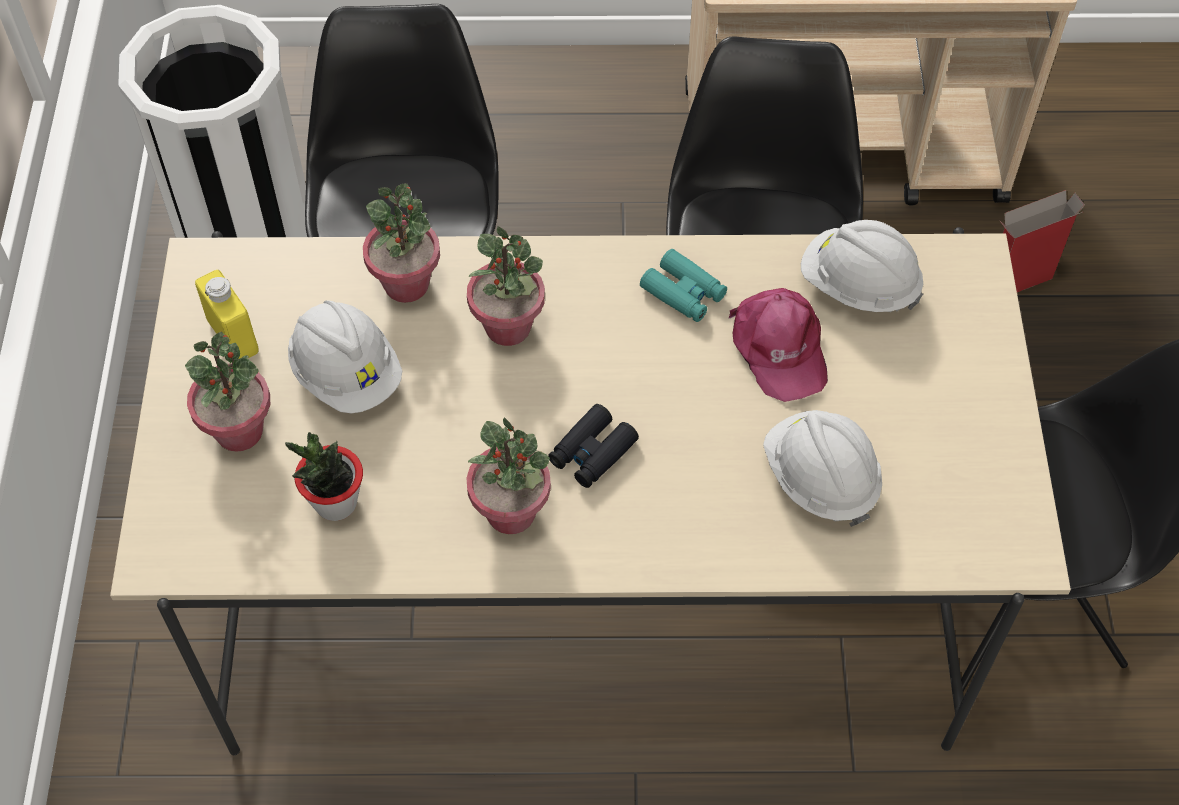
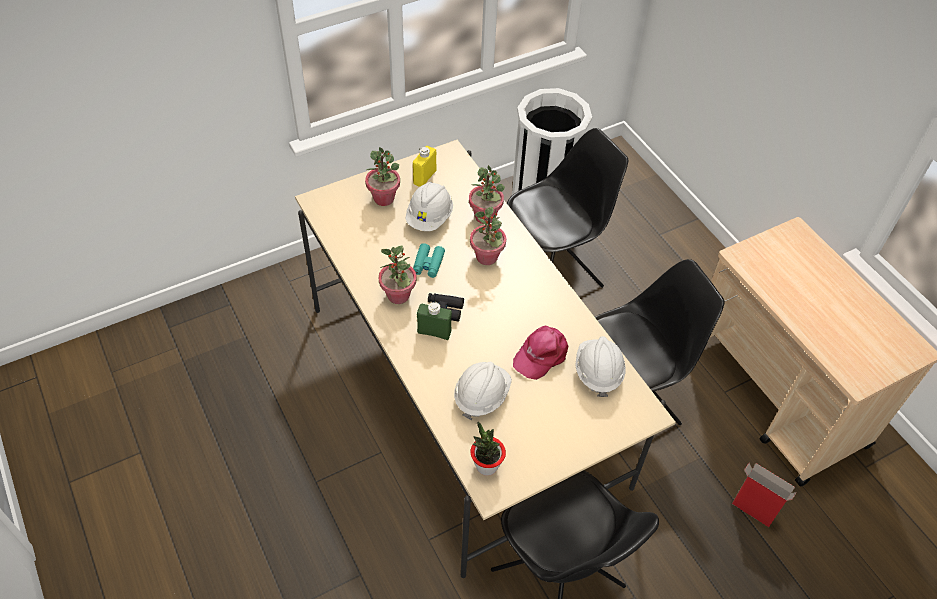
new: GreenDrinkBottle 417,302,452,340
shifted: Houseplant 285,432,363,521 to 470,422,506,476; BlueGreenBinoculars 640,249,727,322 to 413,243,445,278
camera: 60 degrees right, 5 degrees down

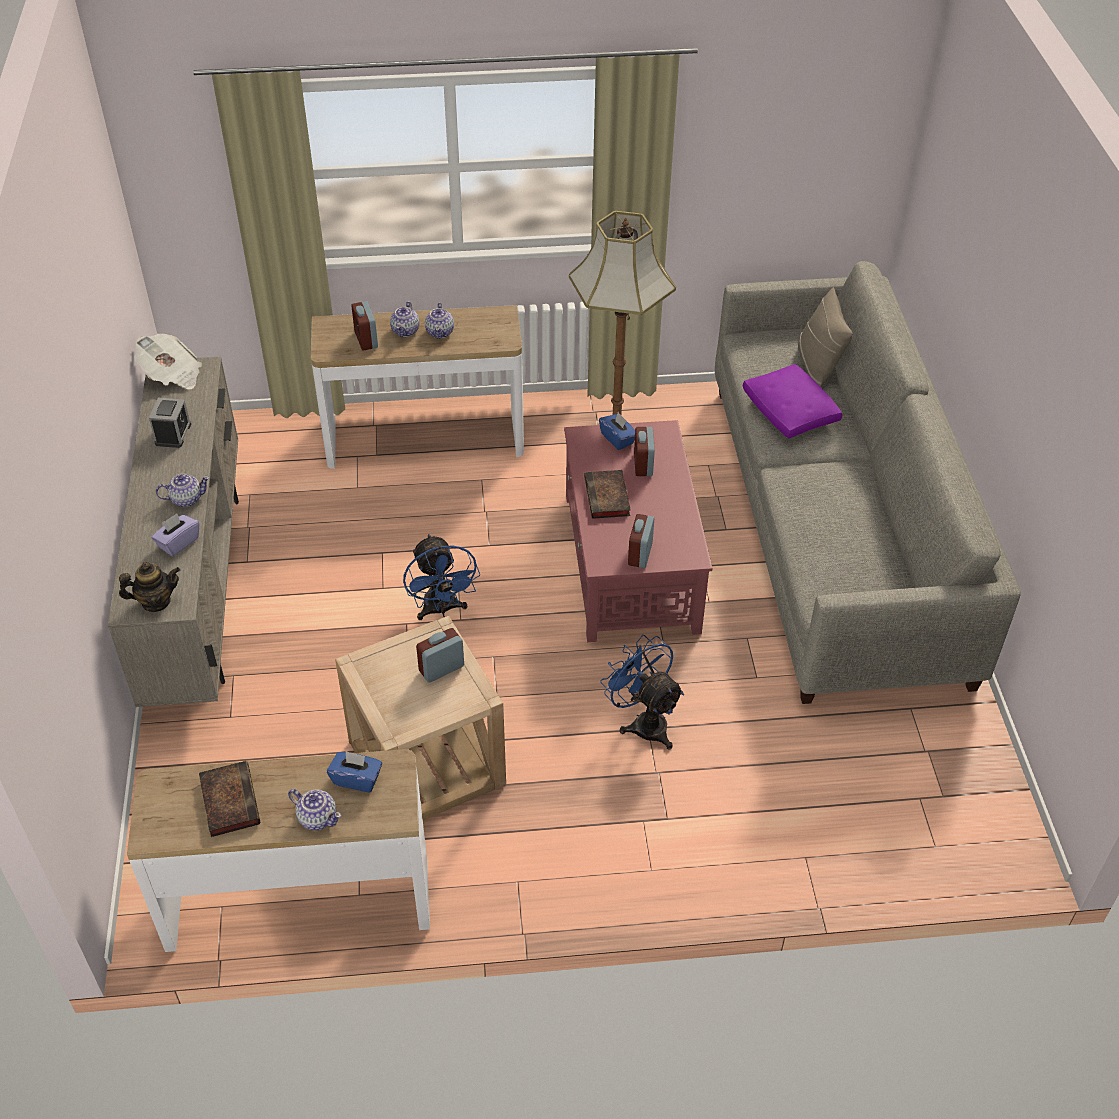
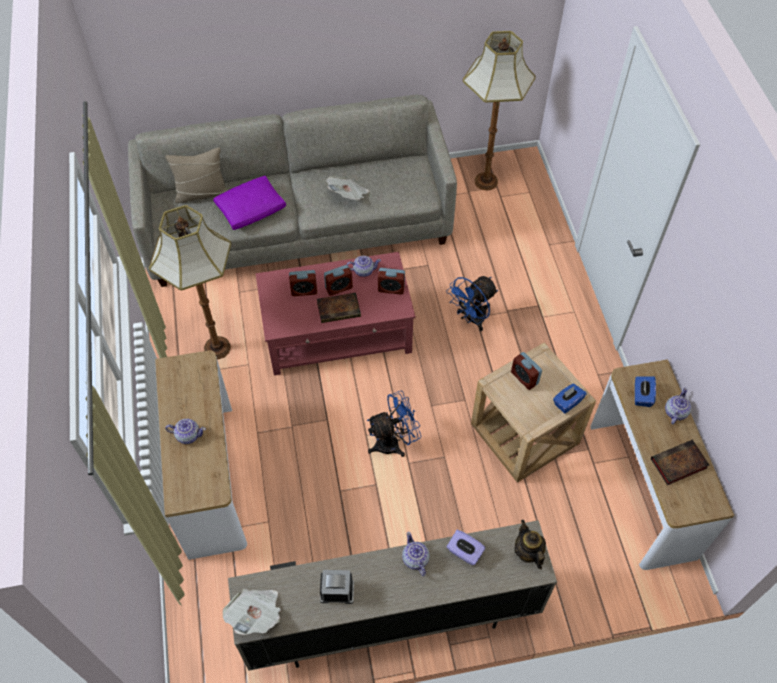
new: PrintedPaper 326,176,369,201; StandardLamp 463,31,536,190
shifted: AlarmClock 351,301,378,351 to 324,265,353,296; PotForTea 425,303,454,339 to 346,256,381,277; BlueColouredBoxOfTissues 599,412,635,450 to 553,383,587,414
camera: 95 degrees left, 10 degrees up

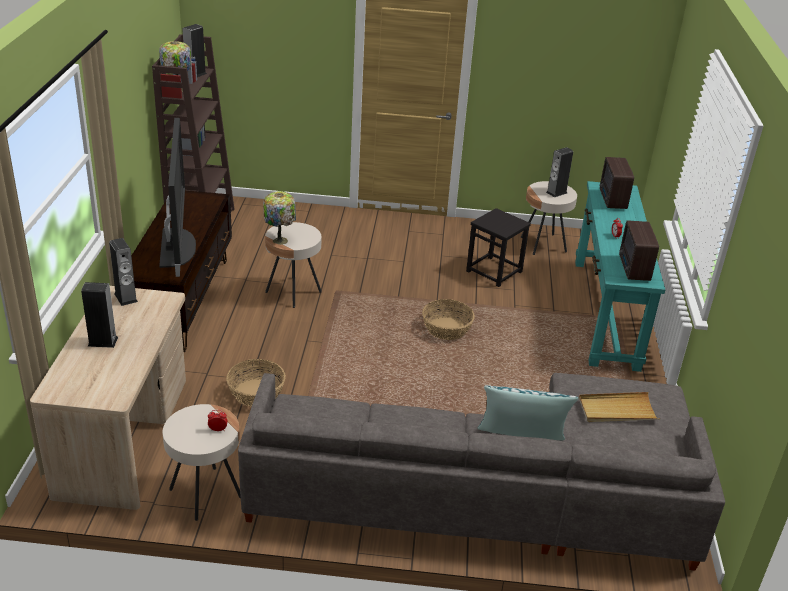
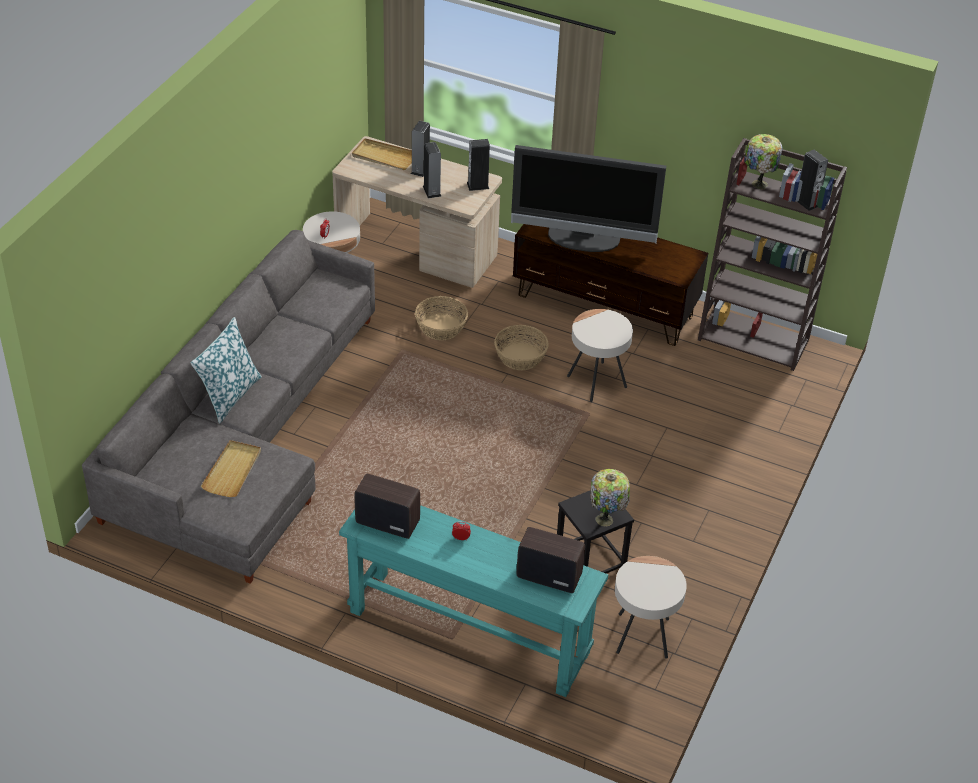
new: BeigeColouredServingTray 352,138,412,170
shifted: LampForATable 263,191,296,245 to 590,469,630,526; HouseholdBasket 422,299,475,340 to 494,325,549,370; Speaker 546,147,573,197 to 423,142,442,198
camera: 110 degrees right, 10 degrees up

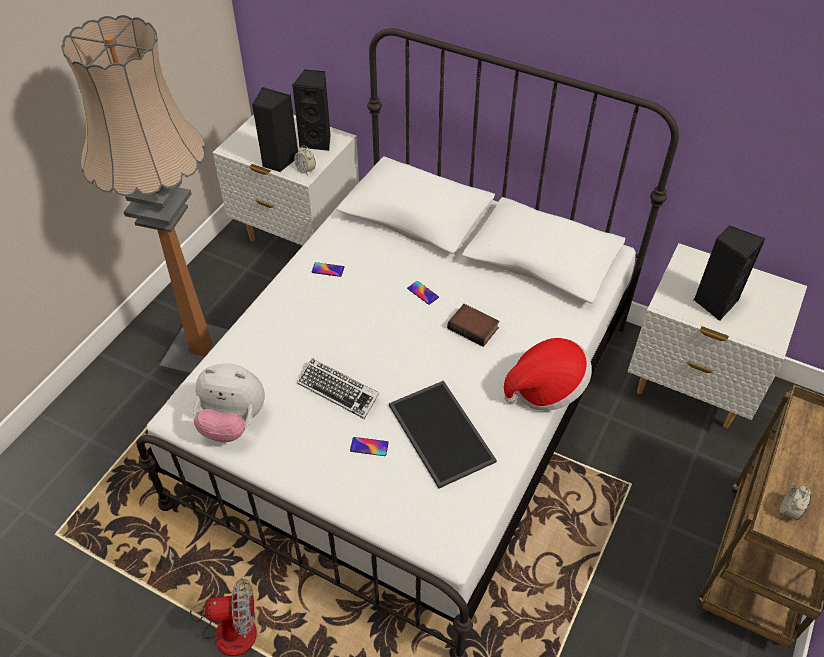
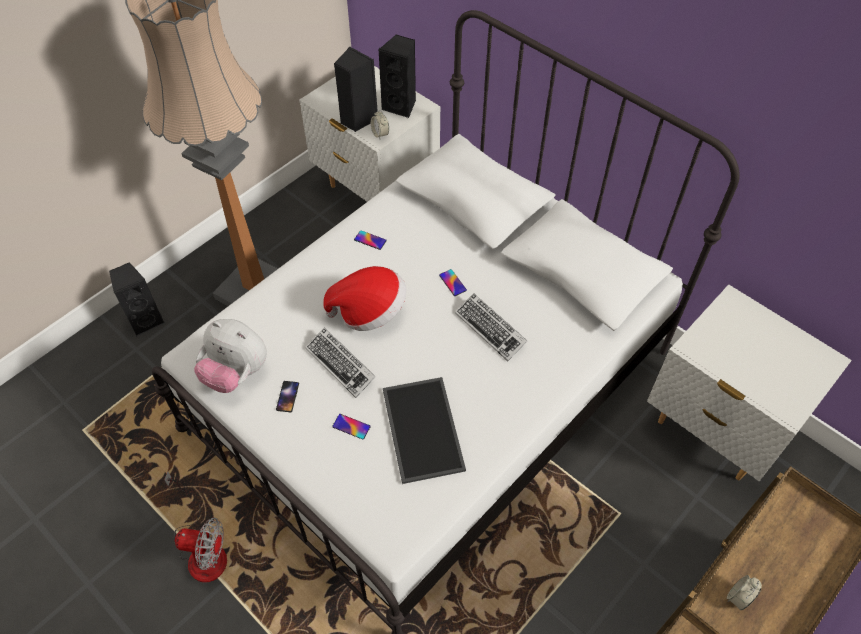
new: Phone 276,381,299,412
shifted: Hat 504,338,592,410 to 324,266,406,331; BlackColouredSpeaker 694,226,765,321 to 109,262,165,336
swapped: BoundBook 447,304,499,347 to Keyboard 455,293,527,361
camera: 15 degrees right, 5 degrees up

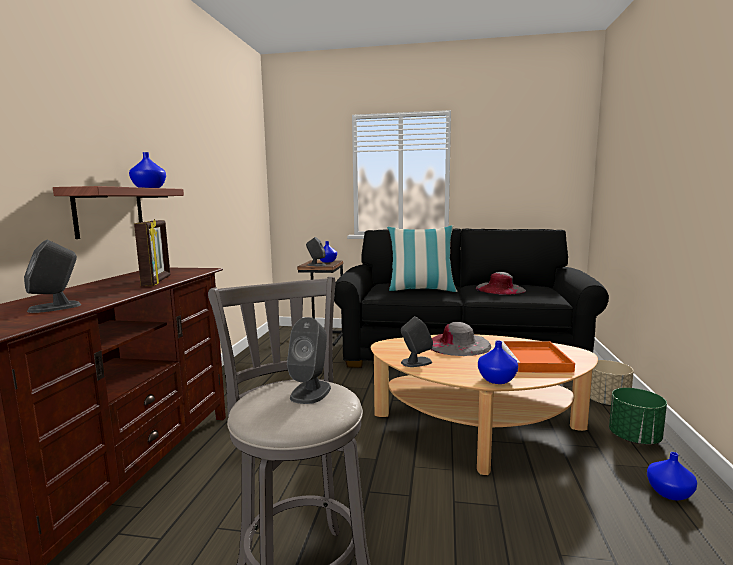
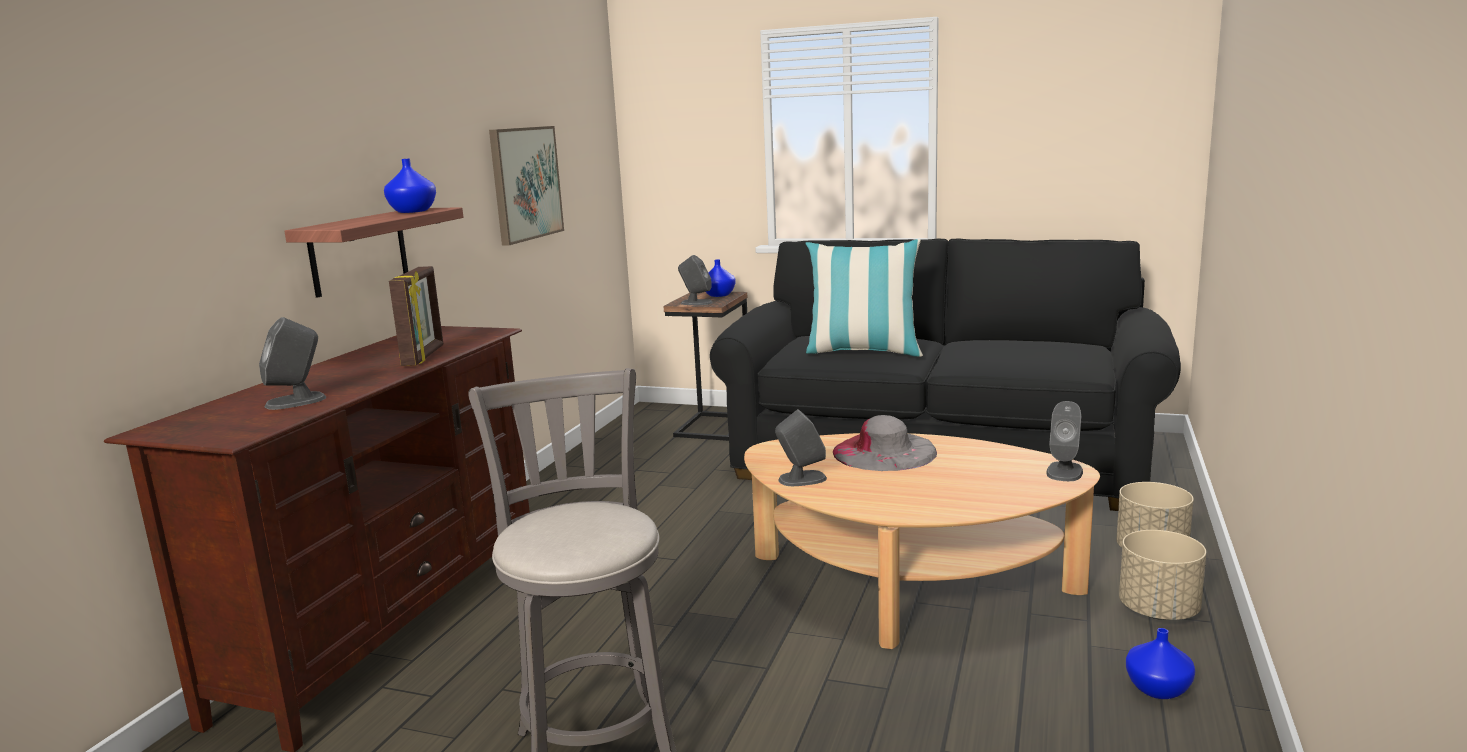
gone: GreyHat 476,272,526,295; BlueColouredVase 478,340,518,384; OrangeyServingTray 502,341,575,373
new: Picture 489,126,564,245
shifted: GreySpeaker 287,317,331,404 to 1046,401,1083,481
repainted: GreenPlantPot 609,388,667,444 to BeigeColouredPlantPot 1119,530,1206,620
camera: 10 degrees right, 5 degrees up

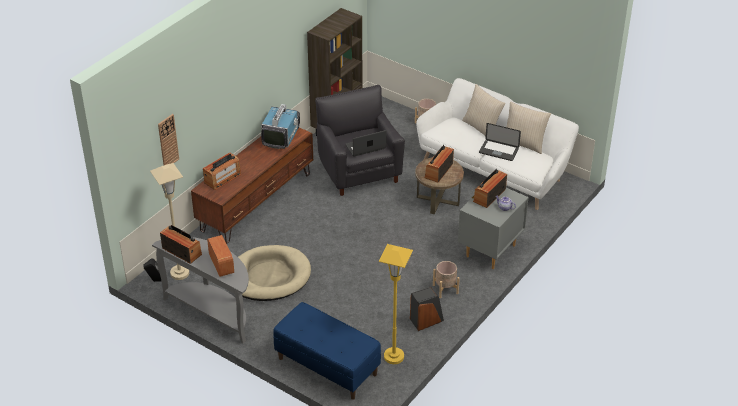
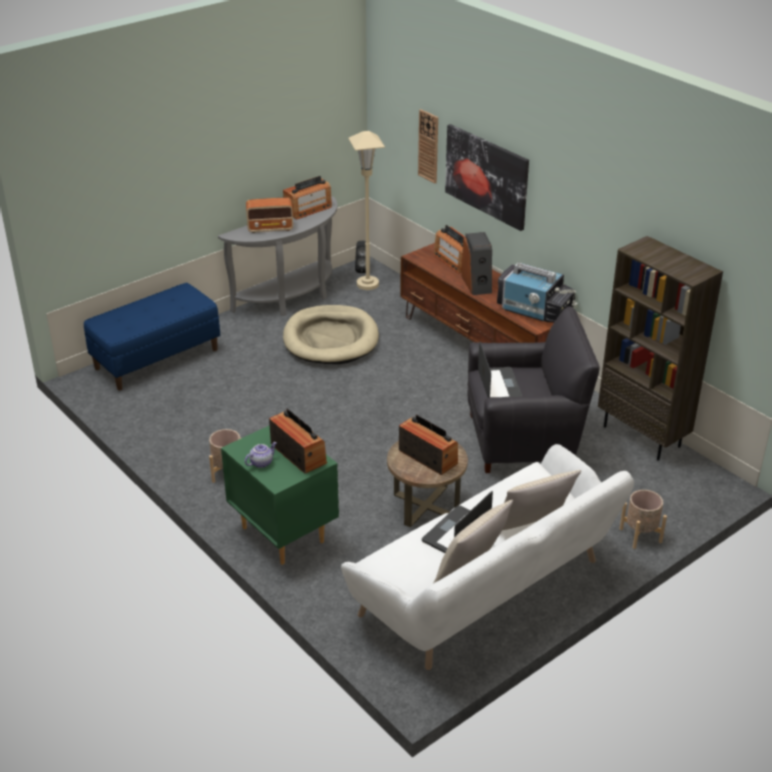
gone: YellowishStandardLamp 379,244,413,364
new: Picture 445,124,529,231
shifted: Speaker 410,287,444,331 to 462,232,492,295
repainted: GreyBedsideTable 458,188,528,269 to GreenBedsideTable 221,425,339,565
camera: 105 degrees right, 5 degrees down

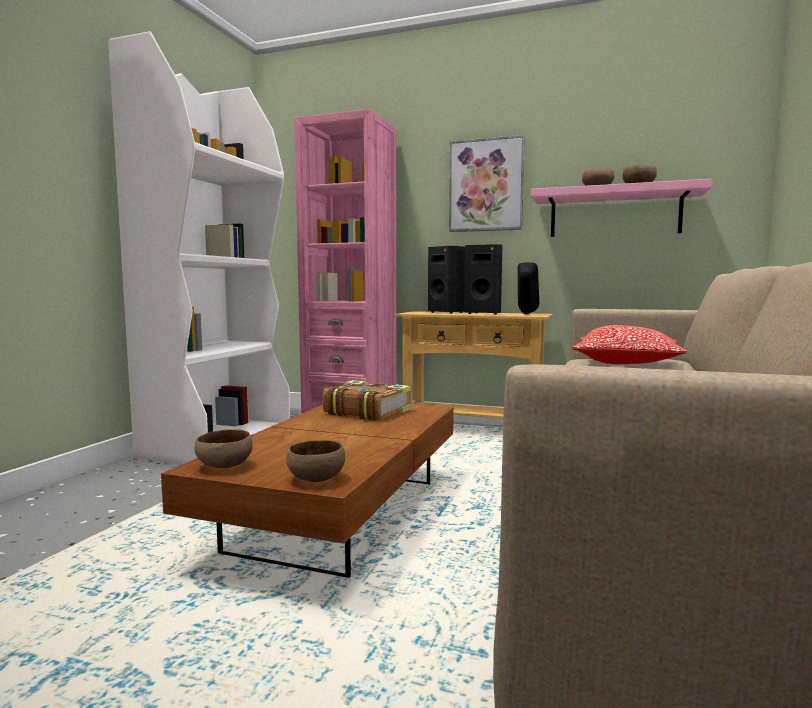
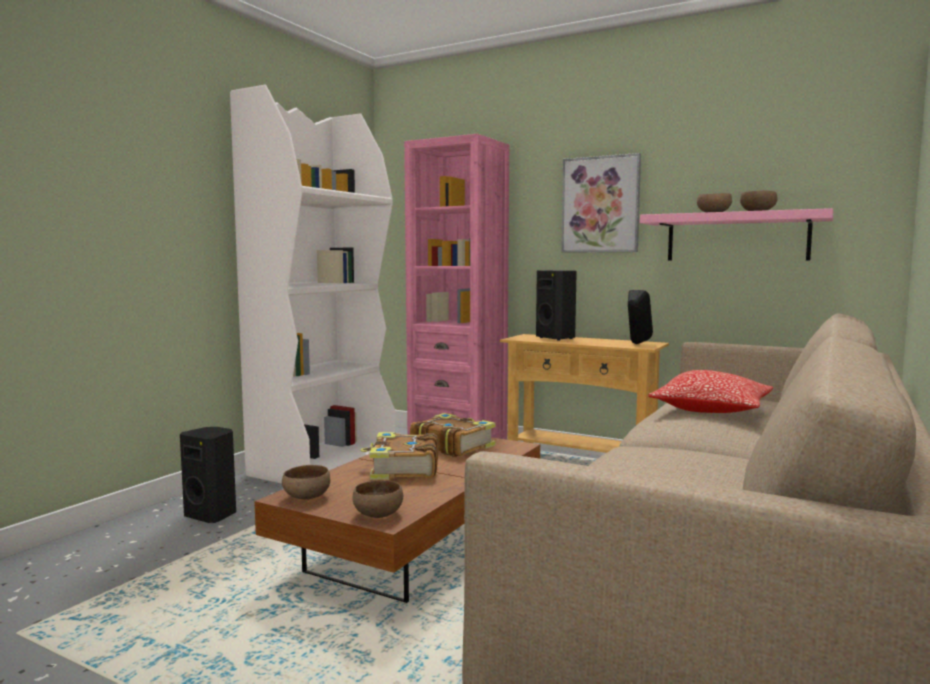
new: BoundBook 360,432,439,480
shifted: BlackColouredSpeaker 464,244,502,315 to 180,427,236,523
camera: 10 degrees right, 0 degrees up

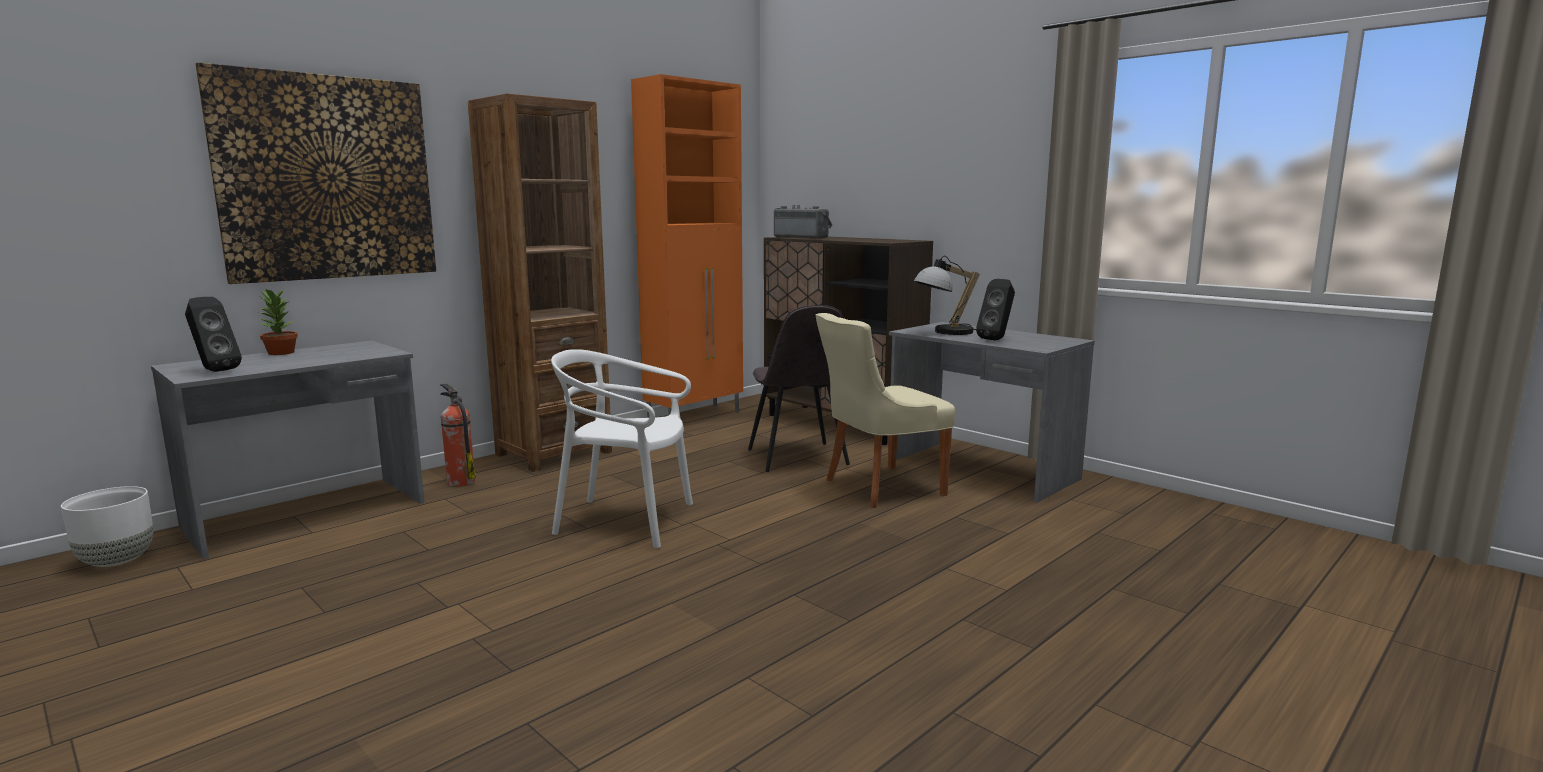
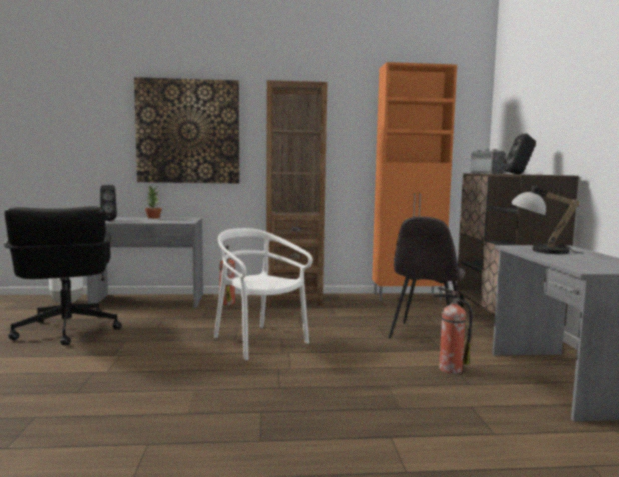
new: BlackColouredDeskChair 4,206,122,346
shifted: BlackColouredSpeaker 976,279,1015,340 to 504,133,536,174
swapped: BeigeColouredPlainChair 815,313,956,508 to Extinguisher 433,287,473,374
camera: 40 degrees right, 5 degrees down

